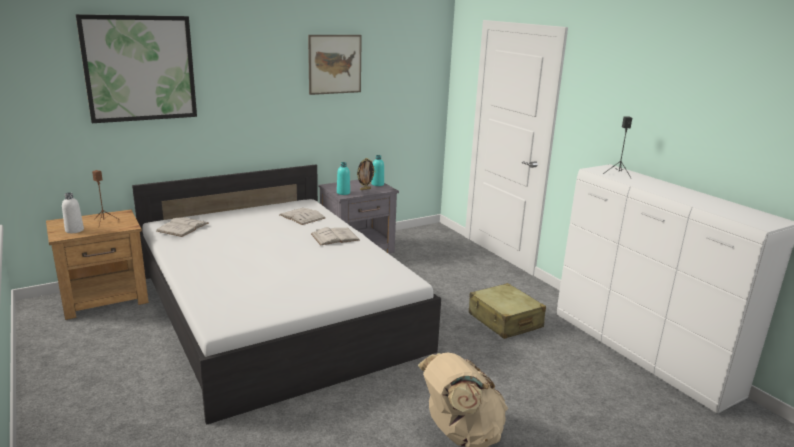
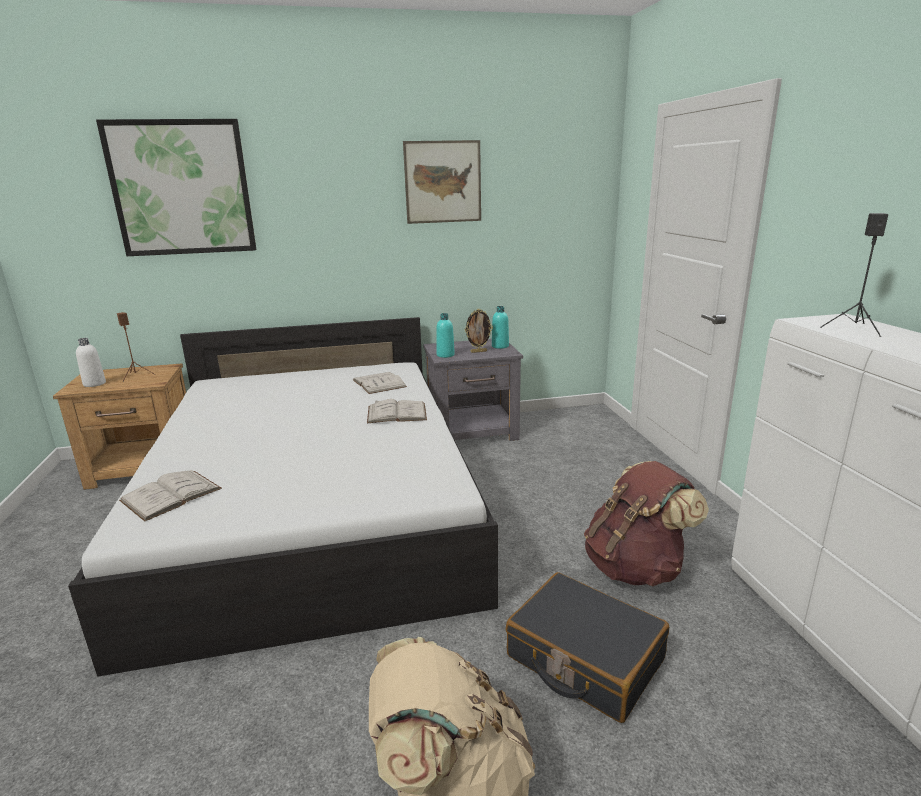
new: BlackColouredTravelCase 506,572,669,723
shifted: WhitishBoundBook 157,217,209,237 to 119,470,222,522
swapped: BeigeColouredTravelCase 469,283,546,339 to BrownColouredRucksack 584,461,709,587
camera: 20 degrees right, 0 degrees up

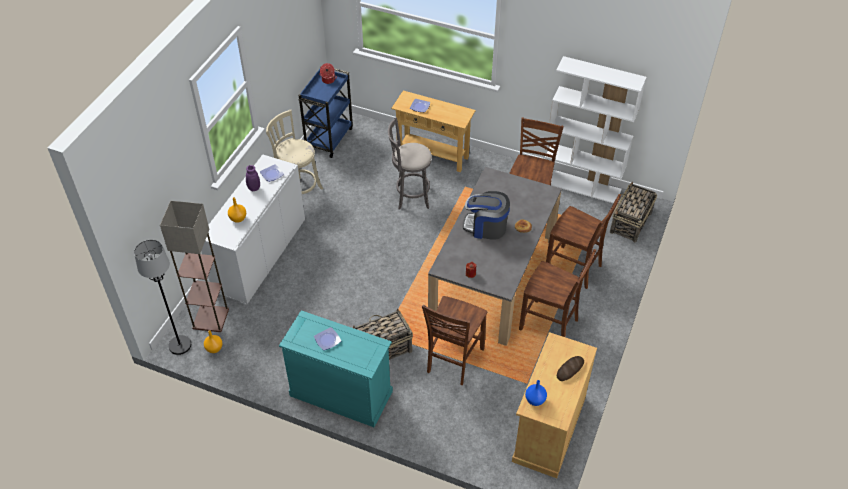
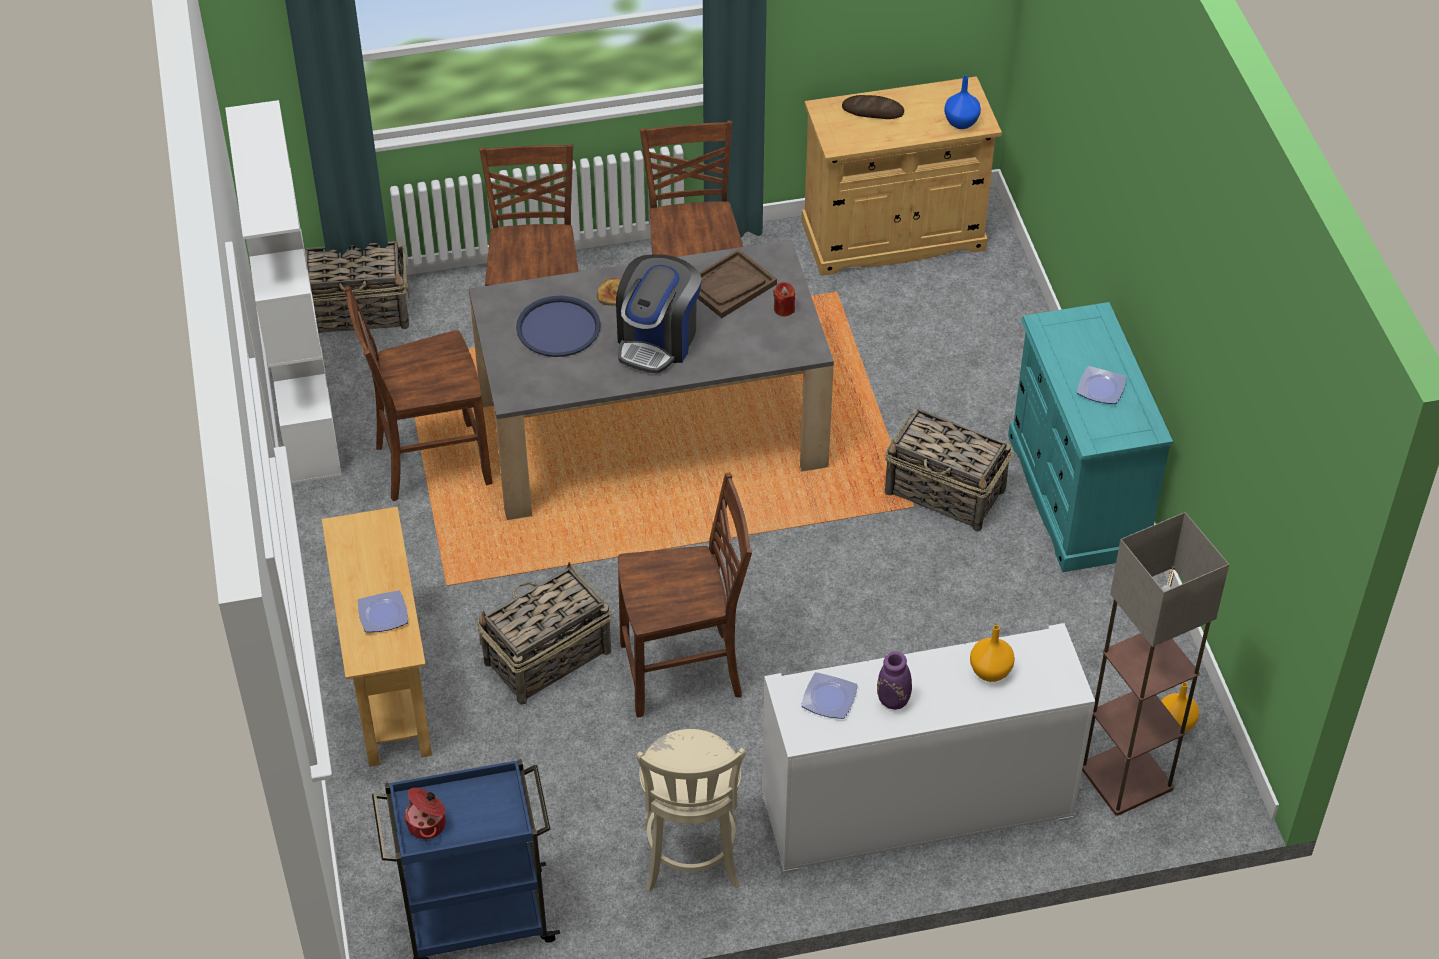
gone: BlackColouredStandardLamp 134,240,191,355
new: BlueColouredServingTray 516,296,601,357; BrownColouredServingTray 698,249,777,318
shifted: BrownColouredPlainChair 422,296,487,385 to 618,473,752,717
swapped: GreySittingStool 388,117,432,210 to HouseholdBasket 477,562,612,704
rotated: CoffeeMaker 463,191,510,240 = 616,254,702,374 45 degrees clockwise
camera: 125 degrees left, 0 degrees up

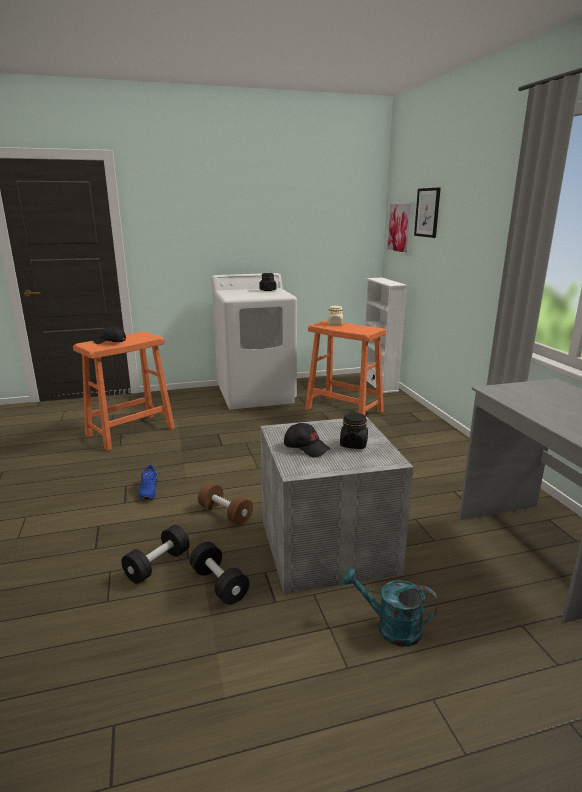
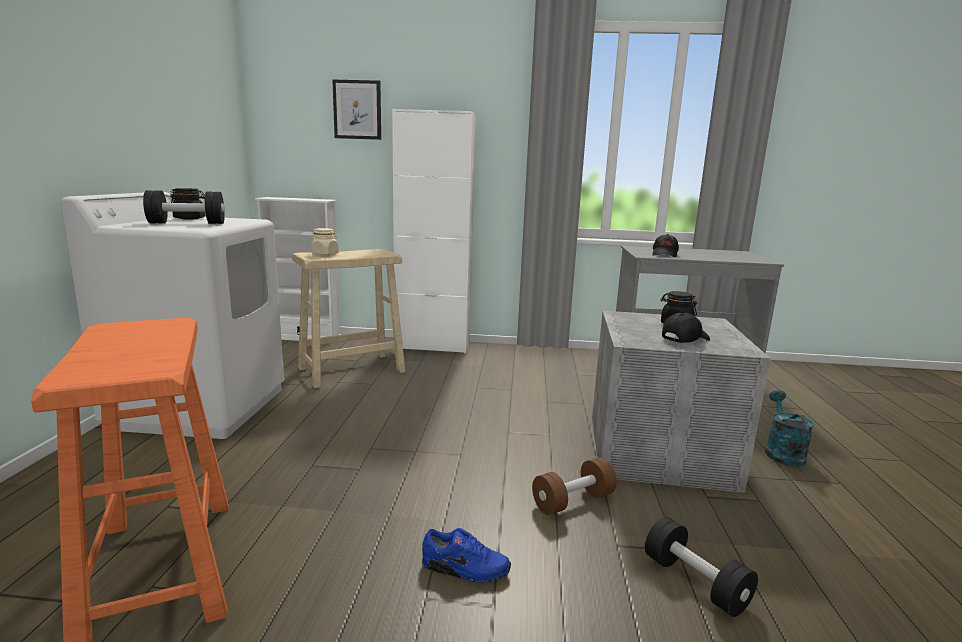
gone: Picture 386,202,414,256
new: WhitishStorageCabinet 392,109,476,354
shifted: BlackColouredBaseballCap 93,326,126,344 to 653,234,679,257; BlackColouredDumbbell 189,542,249,605 to 143,190,225,224
repainted: OrangeySittingStool 305,320,387,415 to BeigeColouredSittingStool 292,249,406,388
rotated: BlueGreenWateringPot 342,568,438,647 = 765,390,814,467 150 degrees clockwise
camera: 70 degrees left, 5 degrees down

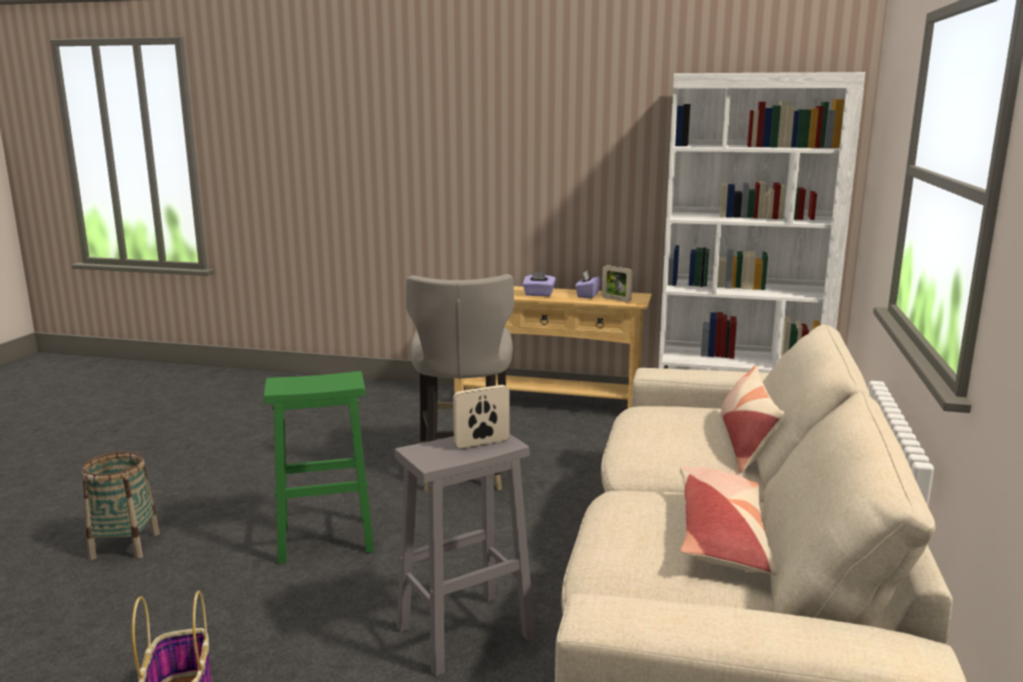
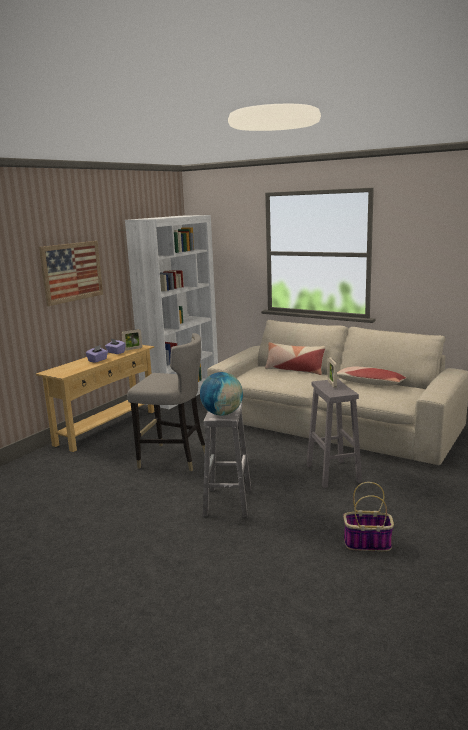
gone: HouseholdBasket 82,452,160,560
new: Picture 39,241,103,306; WorldGlobe 200,372,243,416
repainted: GreenSittingStool 264,371,374,564 to WhitishSittingStool 203,402,251,518
camera: 70 degrees left, 0 degrees up

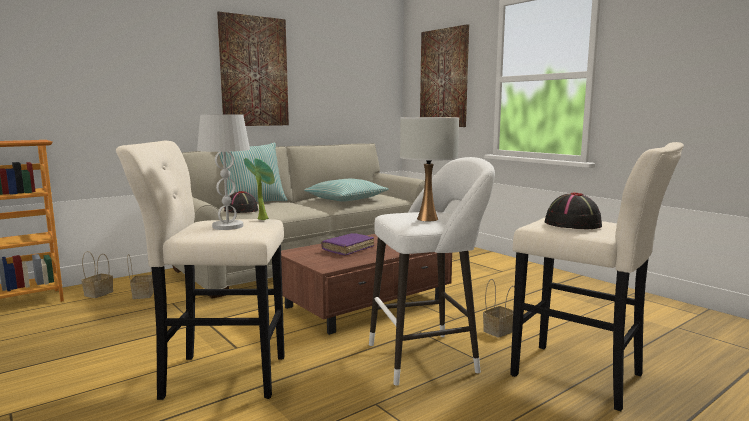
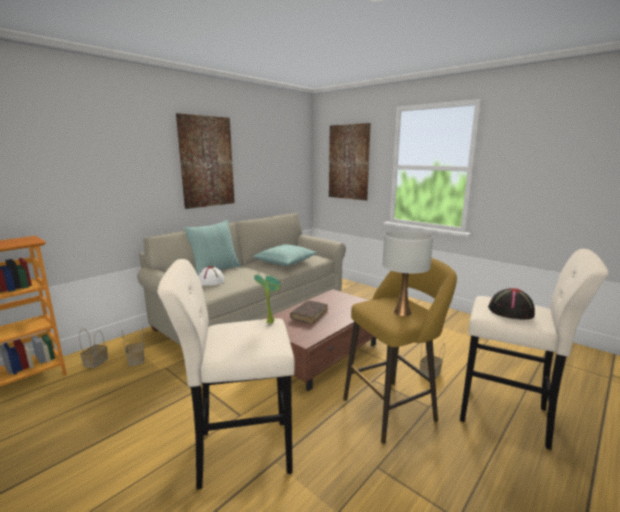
gone: WhitishLampForATable 197,115,250,230
repainted: BlackColouredHat 224,191,258,213 to WhitishHat 198,266,225,286; PurplishBoundBook 321,233,374,256 to BrownColouredBoundBook 290,301,328,324; WhitishSittingStool 369,157,495,386 to YellowishSittingStool 343,258,457,444
camera: 10 degrees left, 5 degrees up

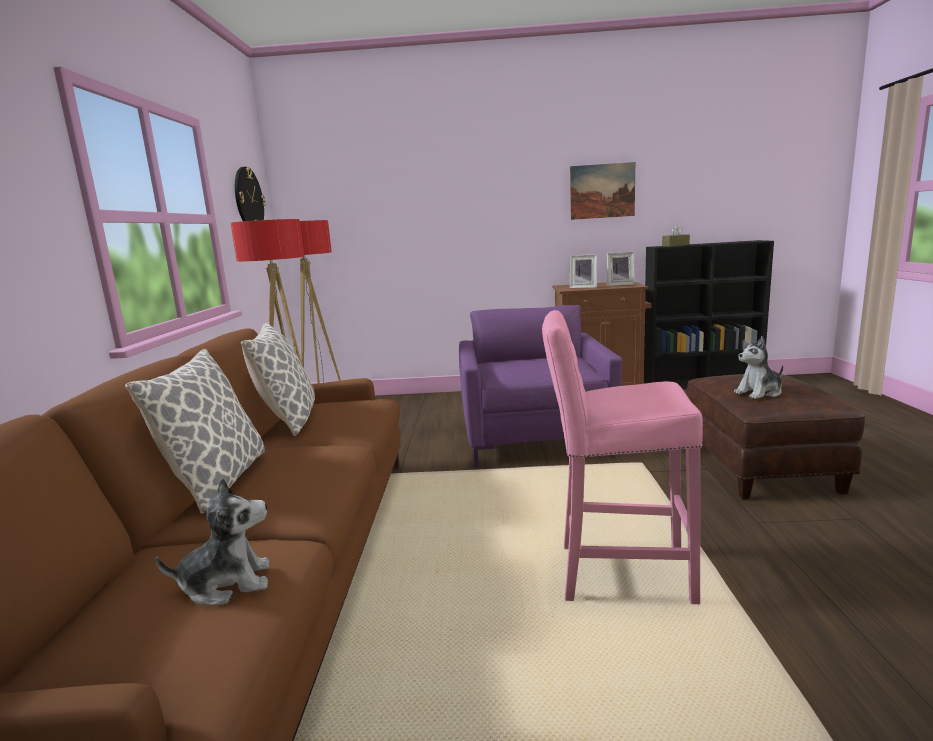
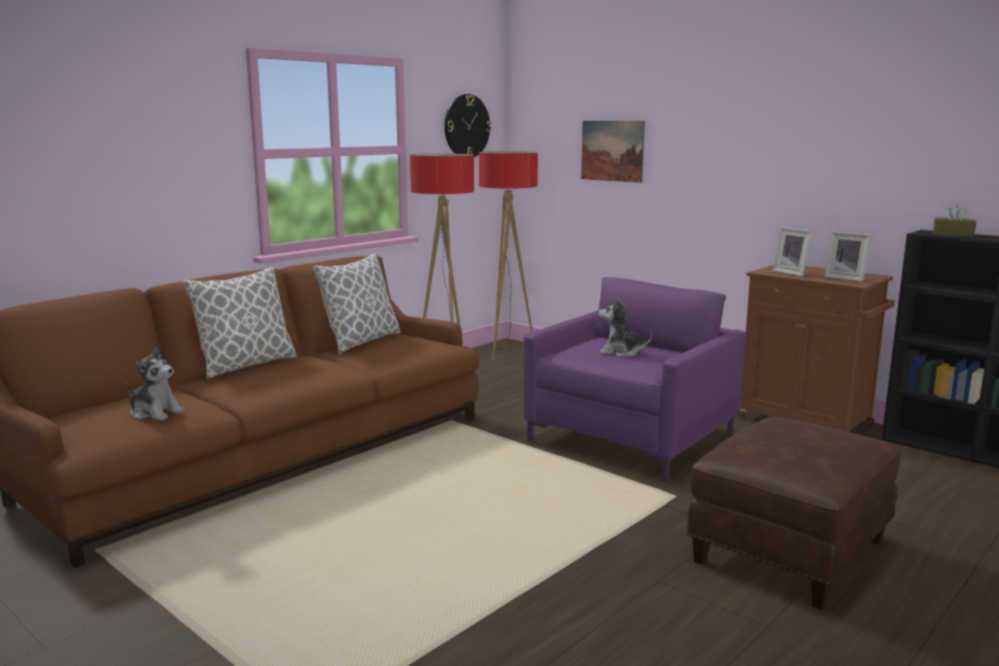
gone: PinkColouredSittingStool 542,310,703,604
shifted: Picture 570,162,635,220 to 581,121,645,183; PlushToy 734,336,783,399 to 599,298,652,357
camera: 40 degrees right, 0 degrees up

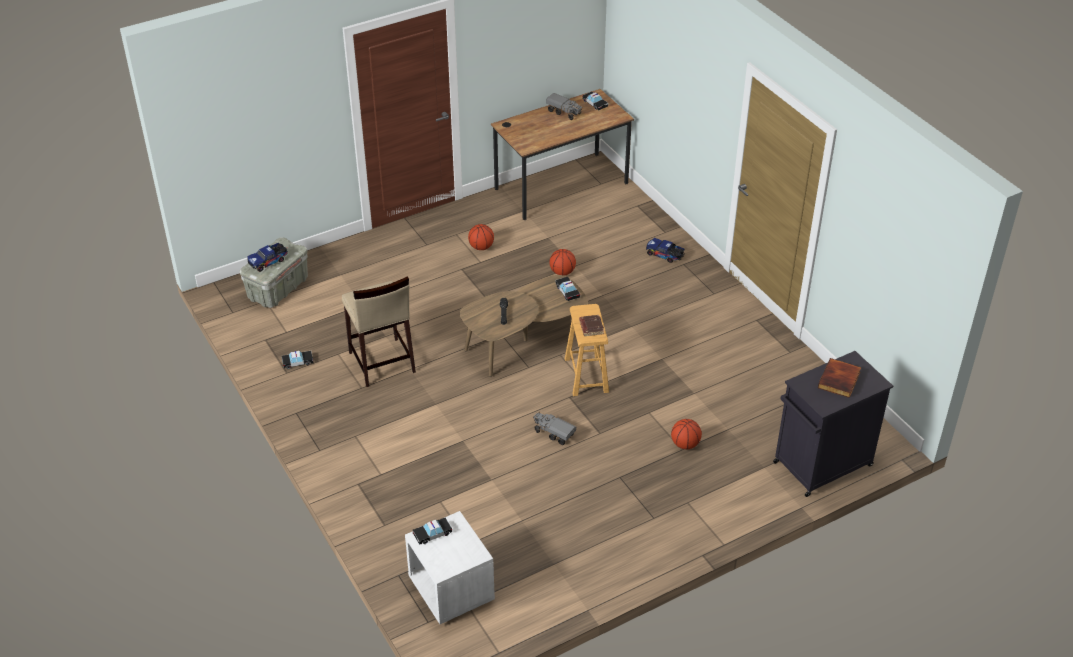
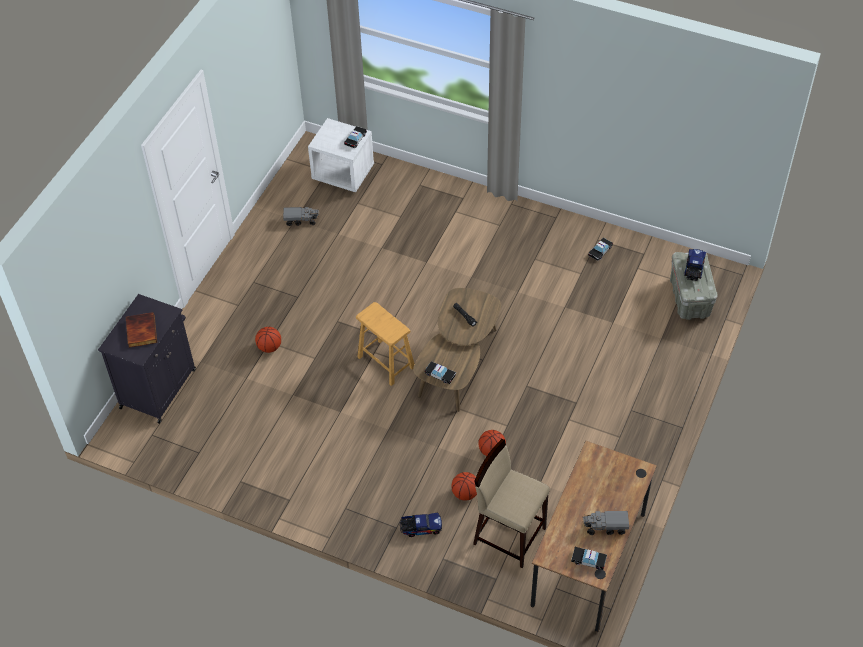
gone: BrownColouredBoundBook 579,315,604,336
shifted: BeigeColouredSittingStool 342,276,416,387 to 473,439,550,568; Basketball 468,224,494,250 to 451,472,477,500; ModelTruck 533,412,576,445 to 283,207,319,226
camera: 145 degrees right, 10 degrees up

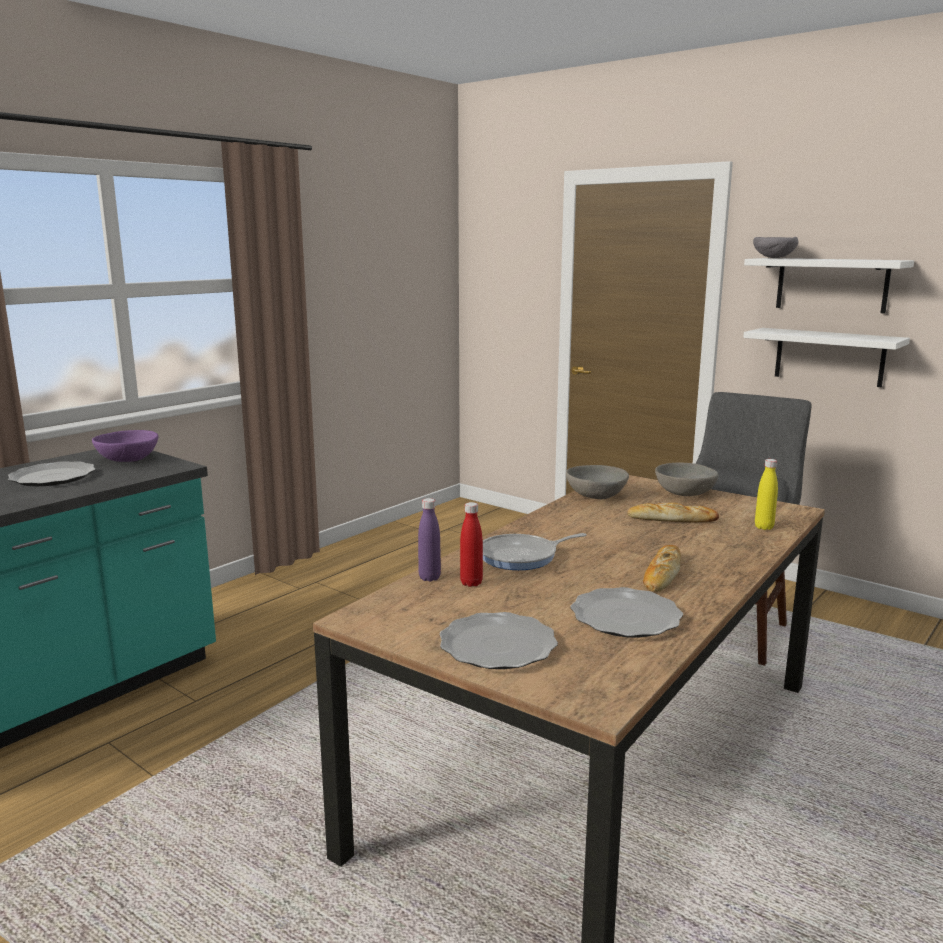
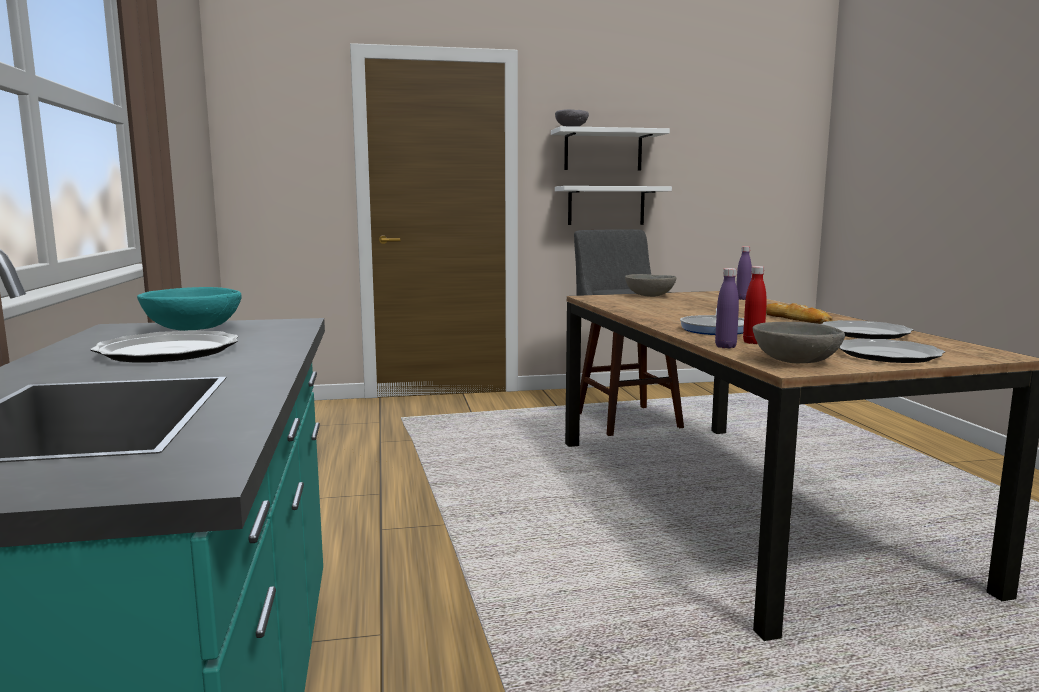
gone: BakedBread 627,502,719,522
shifted: GreyServingBowl 566,465,629,499 to 752,322,845,363
repainted: PurplishServingBowl 92,430,158,462 to BlueGreenServingBowl 137,287,242,331; YellowishDrinkBottle 755,459,778,530 to PurplishDrinkBottle 736,246,752,300
camera: 50 degrees left, 5 degrees down

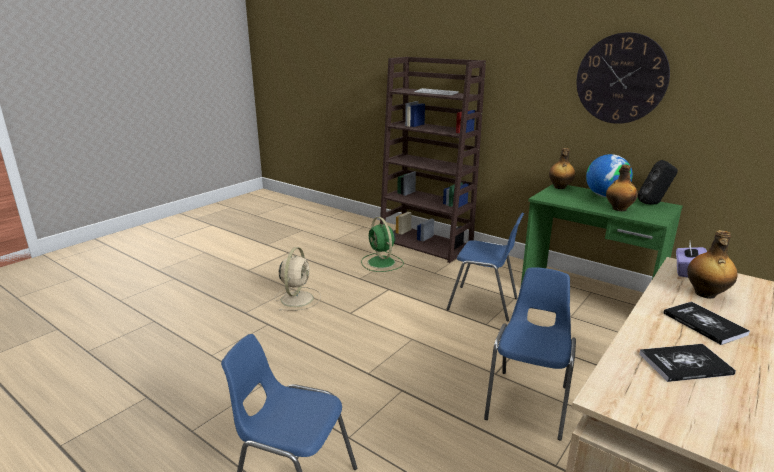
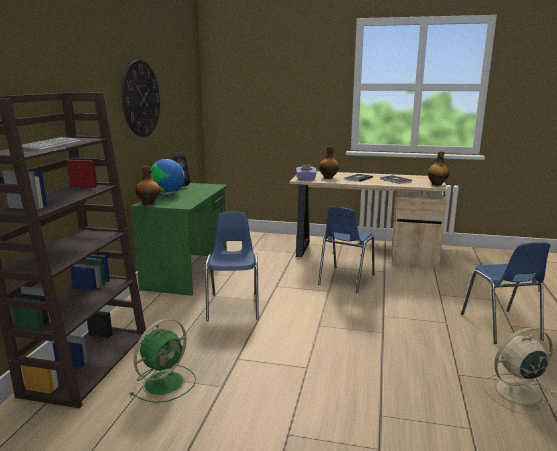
shifted: BeigeColouredElectricFan 275,247,321,311 to 483,327,555,414; DrinkBottle 606,164,638,211 to 428,151,450,186
rotated: BlueColouredPlainChair 484,268,576,441 = 318,207,375,293 60 degrees counterclockwise
camera: 115 degrees left, 5 degrees down

